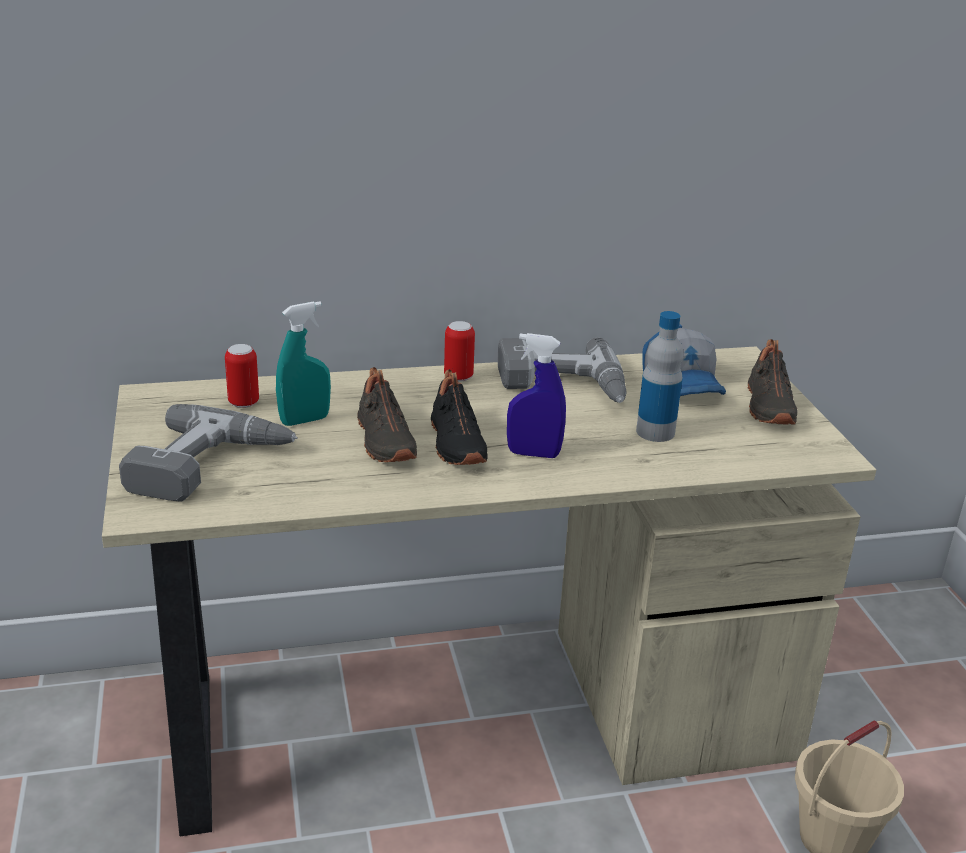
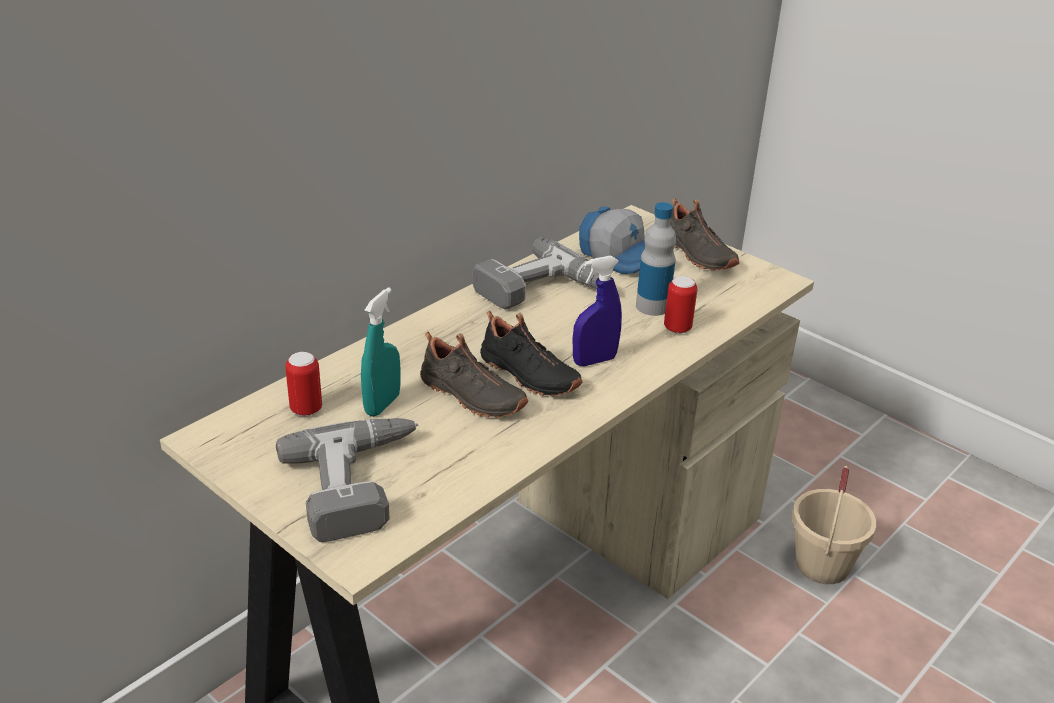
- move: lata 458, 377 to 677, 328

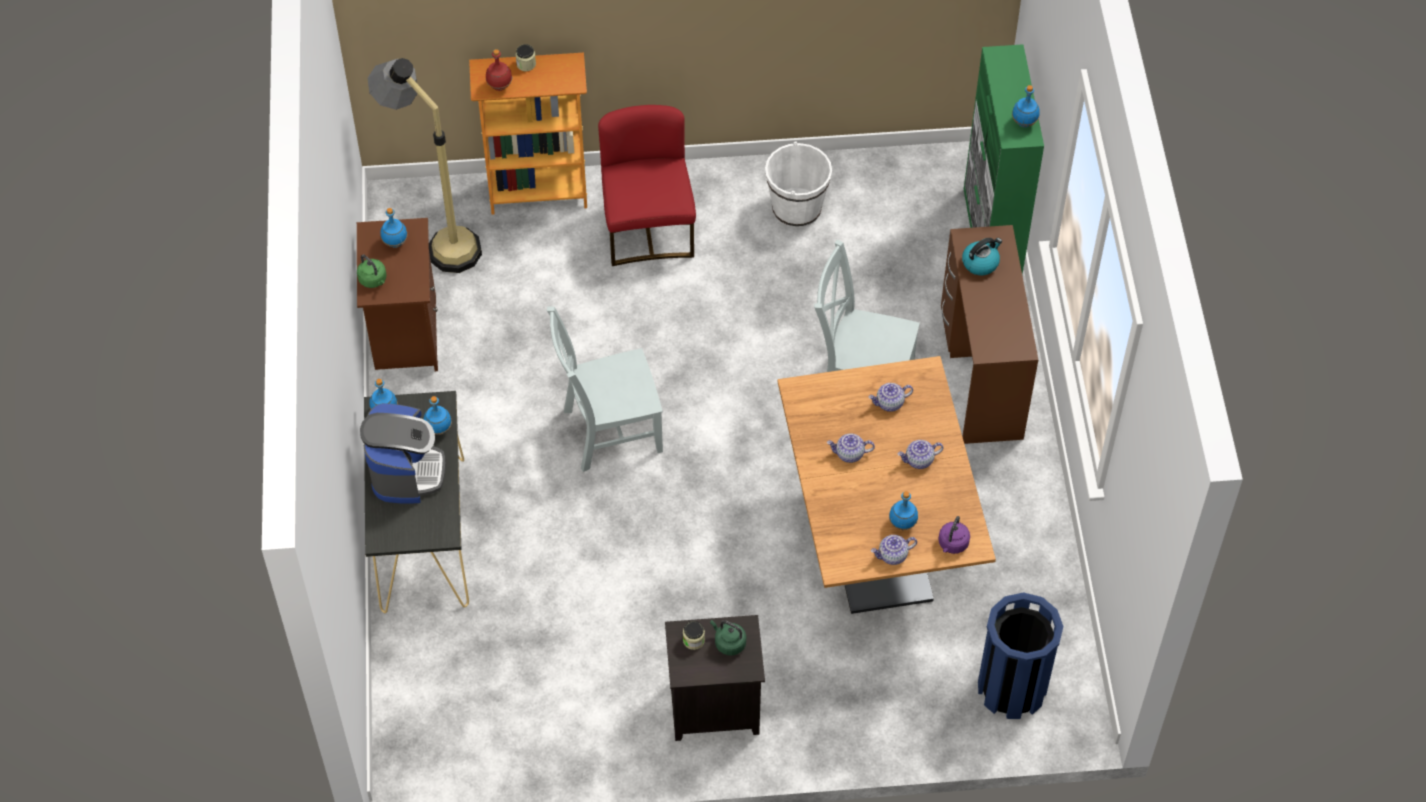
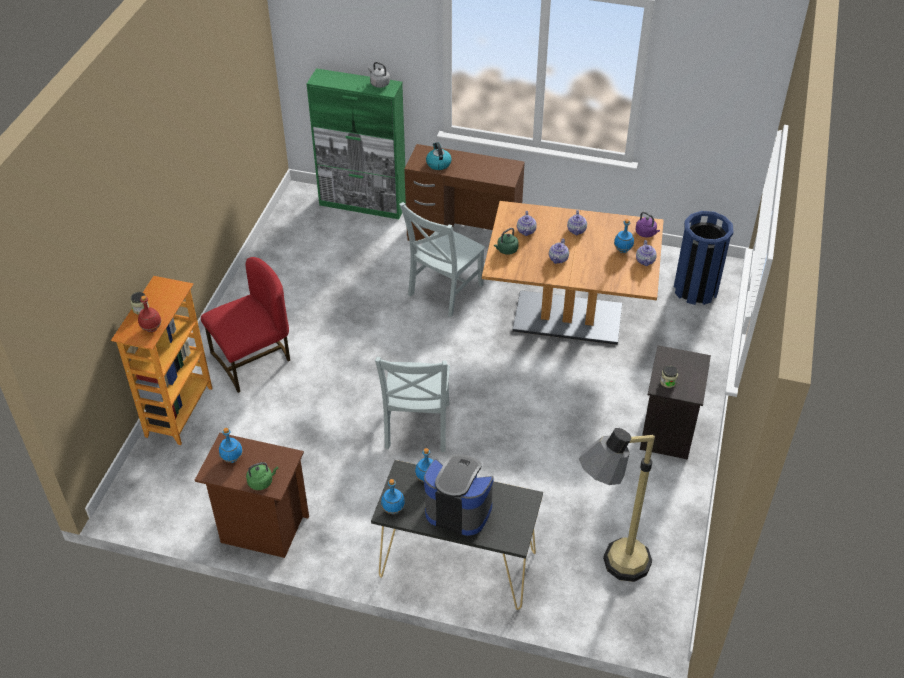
- rotate: silla [rojo] 648, 229 = 253, 360 135 degrees clockwise
- replace: botella [azul] 1024, 122 to hervidor [gris] 379, 83
- move: hervidor [verde] 728, 643 to 506, 250
- move: lámpara de pie 437, 238 to 608, 570
- delete: cubo [blanco] 796, 209

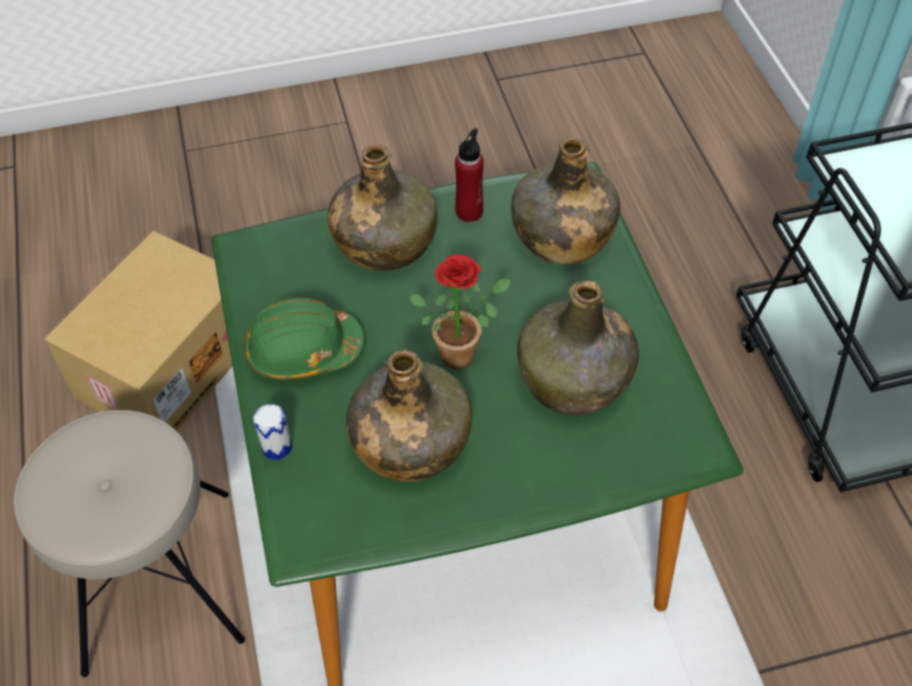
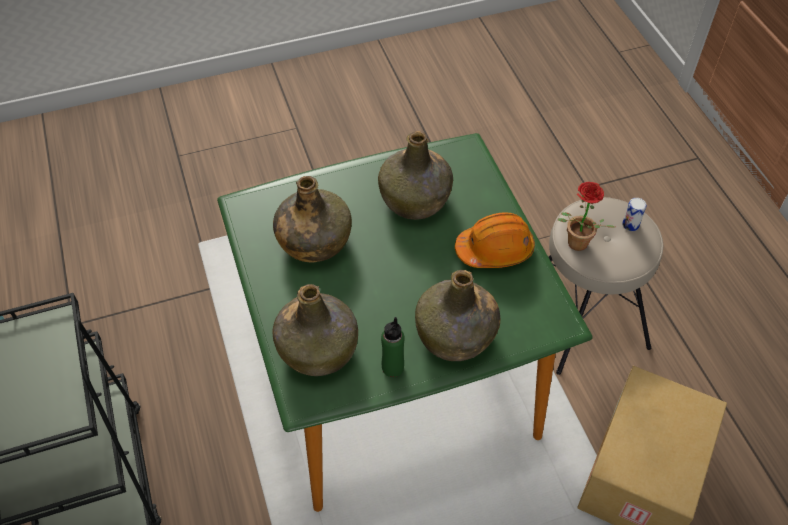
- recolor: botella [rojo] 469, 212 to botella [verde] 392, 367
- recolor: casco [verde] 303, 351 to casco [naranja] 495, 249
- move: planta en maceta 462, 351 to 575, 245
- move: lata 277, 447 to 630, 224

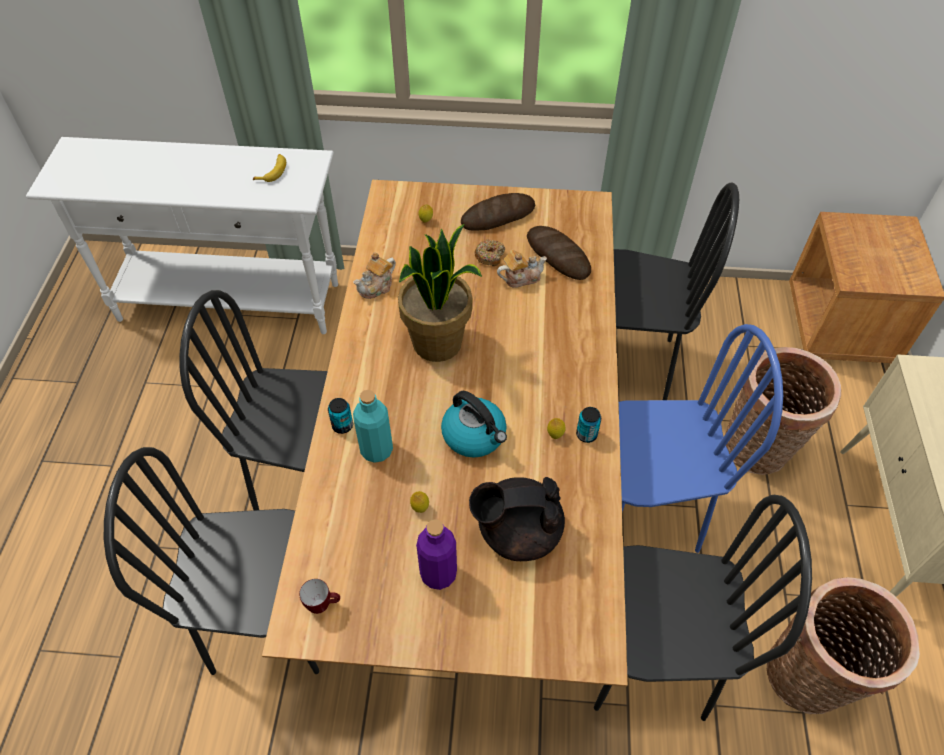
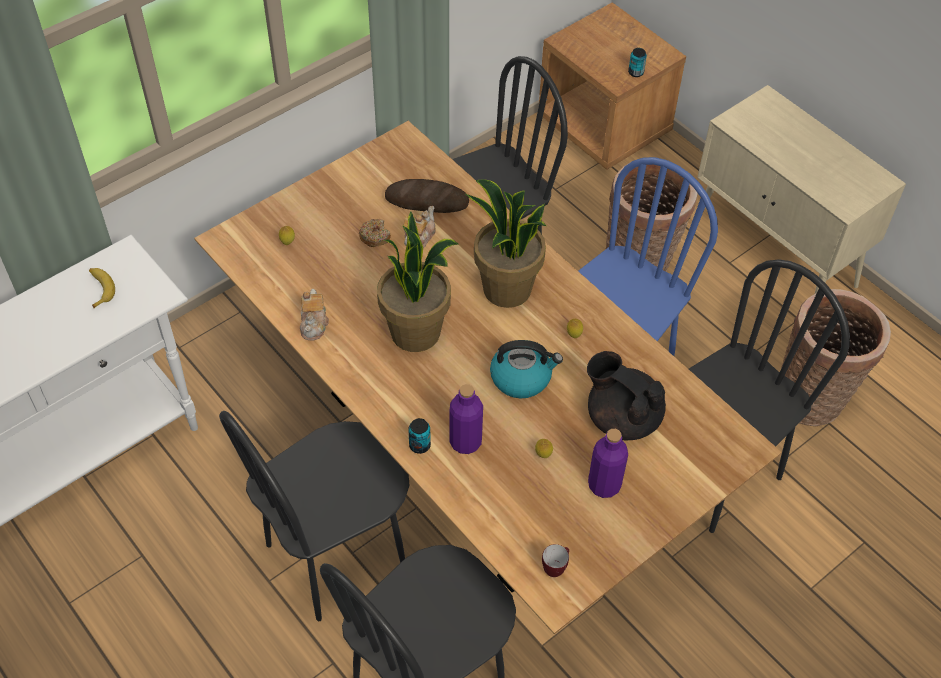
- recolor: botella [turquesa] 376, 450 to botella [morado] 465, 442
- insert: planta en maceta 506, 290
- rotate: tetera [negro] 517, 532 = 622, 417 90 degrees clockwise
- move: lata 586, 434 to 635, 72
- delete: pan 498, 216

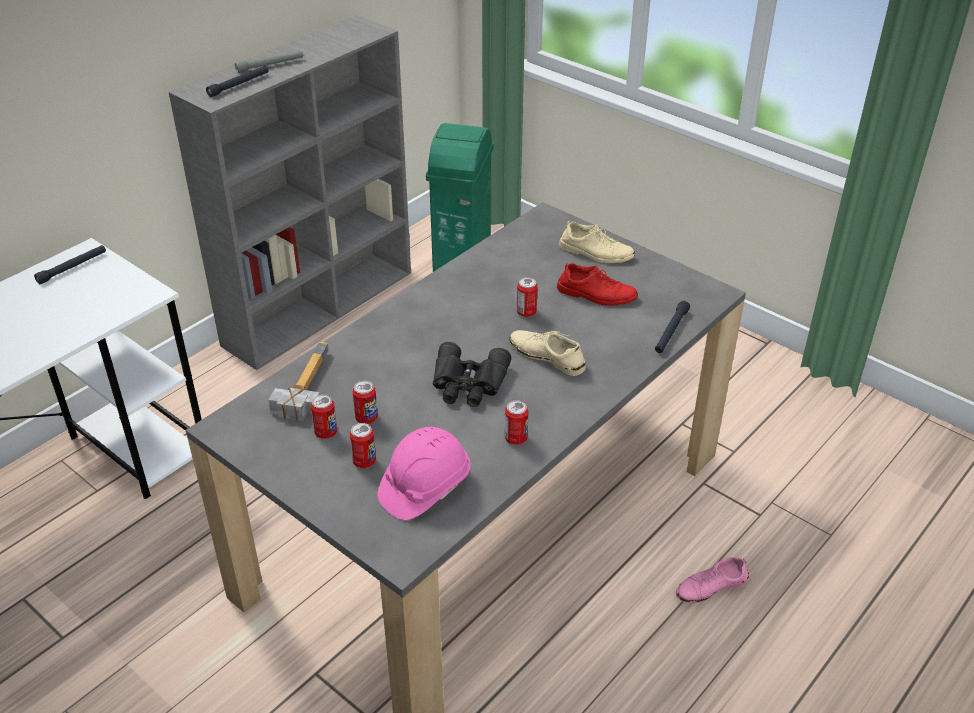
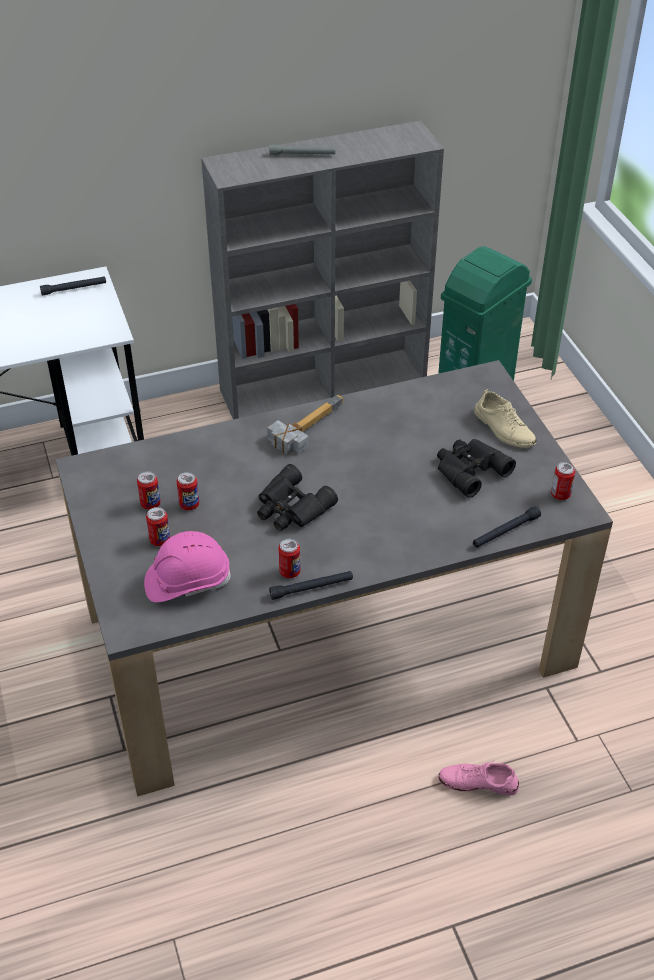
- move: martillo 301, 386 to 304, 426
- move: linterna [negro] 239, 85 to 311, 588
- replace: zapato [rojo] 596, 294 to prismáticos [negro] 468, 469
- move: lata 526, 312 to 560, 494
- delete: zapato [beis] 547, 356

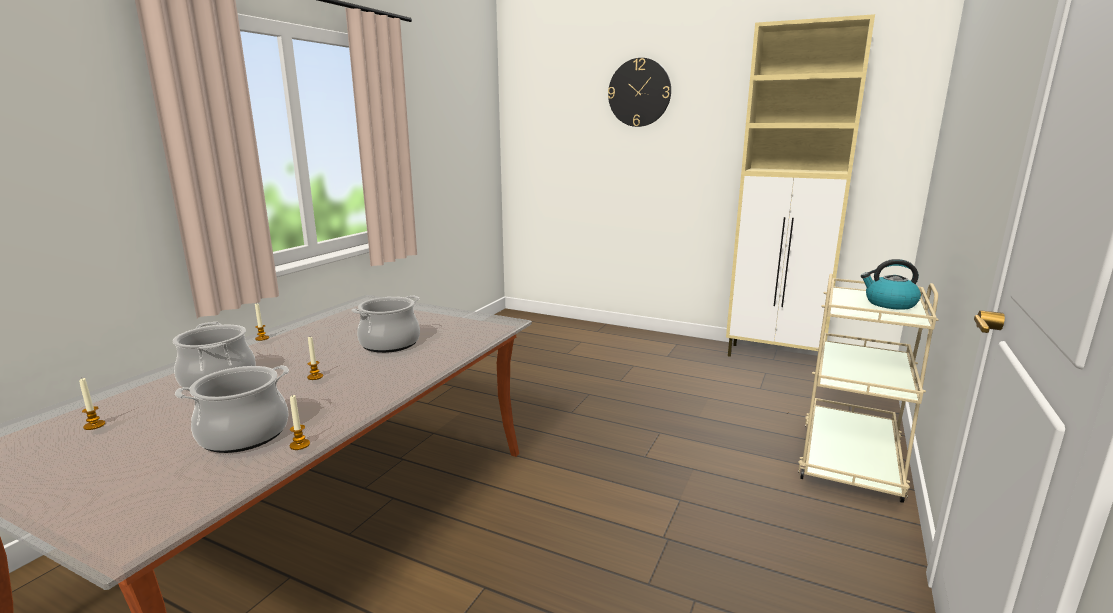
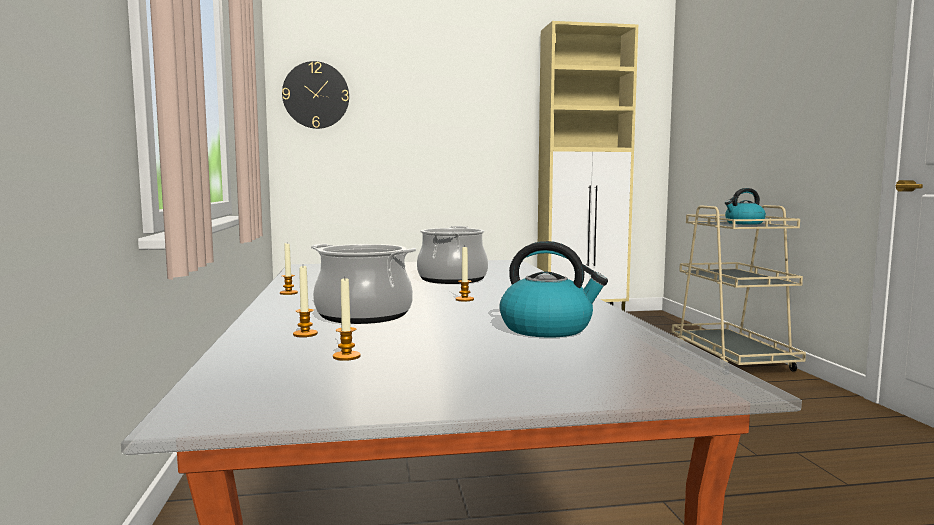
- move: reloj de pared 639, 92 to 316, 95
- move: vela 300, 445 to 305, 334
- replace: olla 244, 434 to hervidor 548, 328

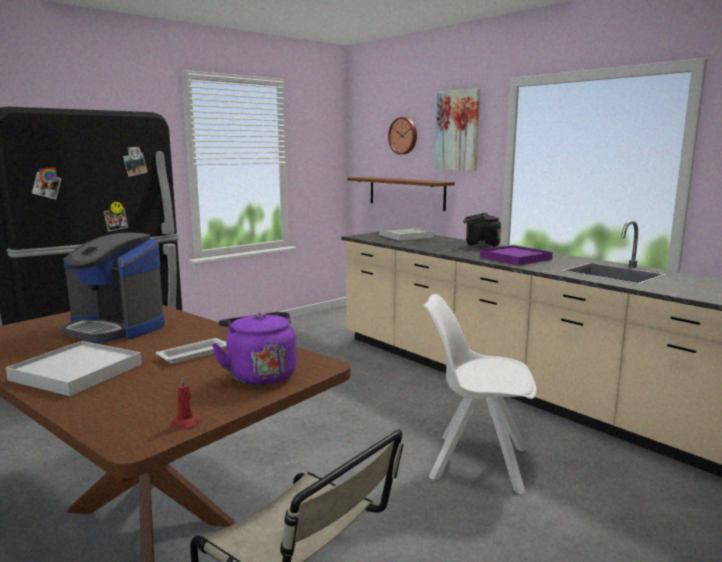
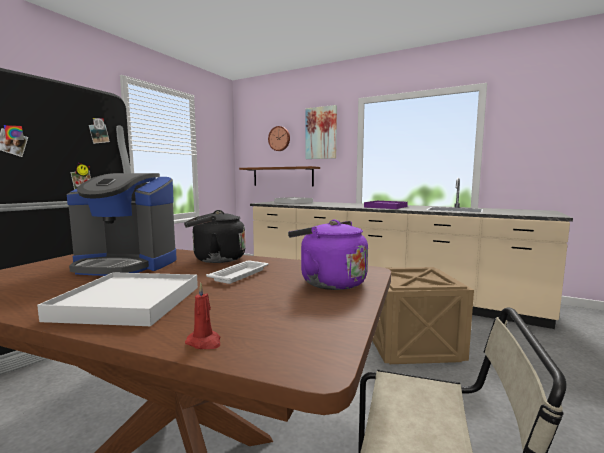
- move: hervidor [negro] 480, 246 to 216, 259
- move: vela [rojo] 186, 423 to 204, 342
- replace: silla [blanco] 476, 462 to caja de embalaje 410, 345

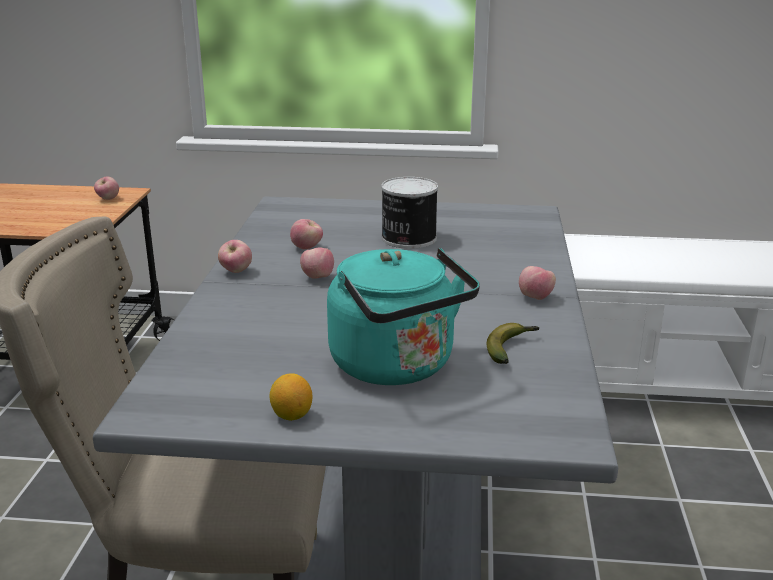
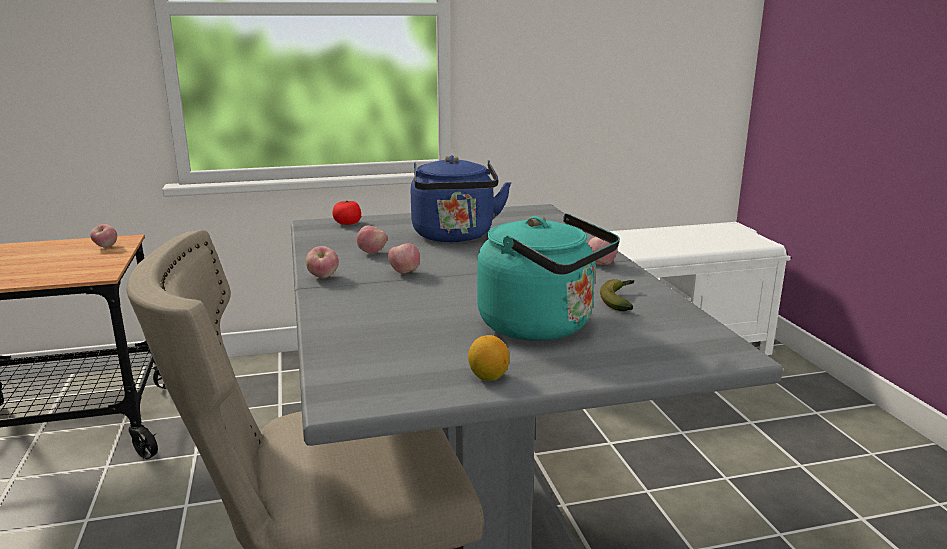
- insert: tomate 347, 223
- replace: lata 407, 238 to hervidor [azul] 454, 236

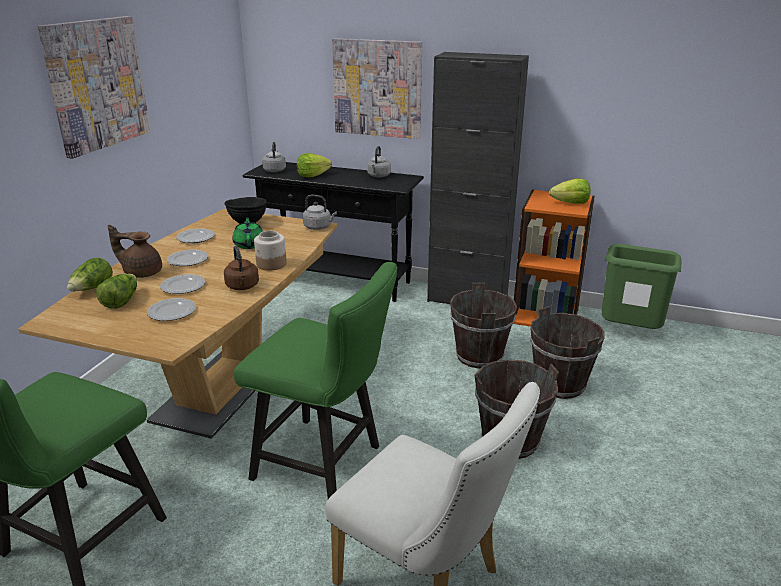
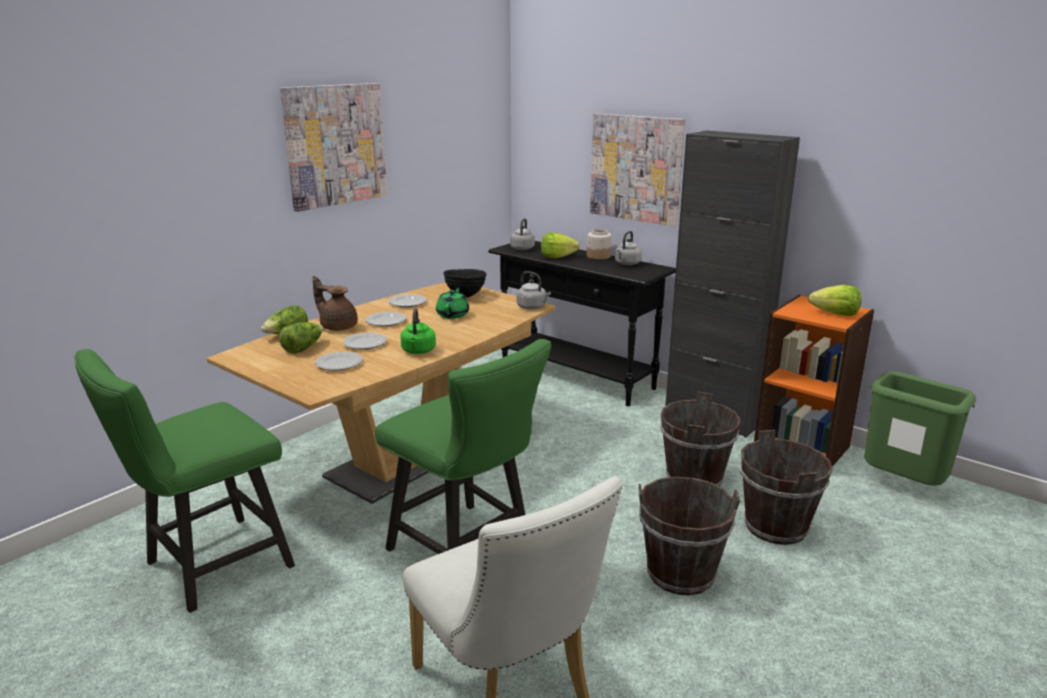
- recolor: hervidor [marrón] 242, 287 to hervidor [verde] 418, 351
- move: tarro 271, 264 to 598, 256

